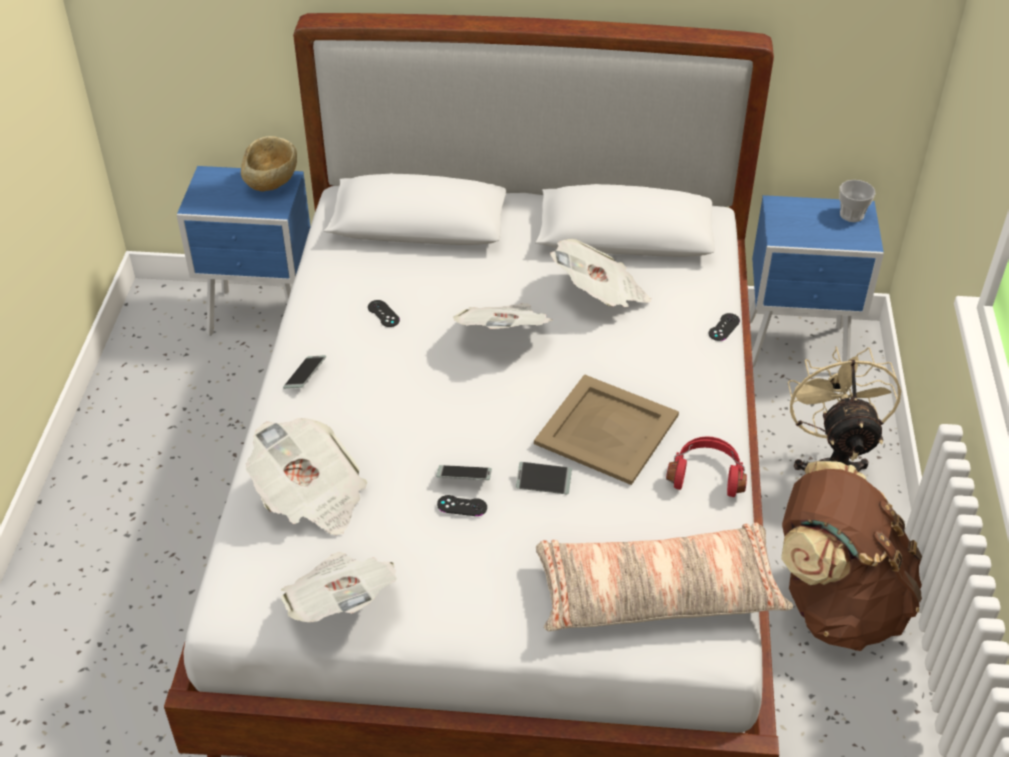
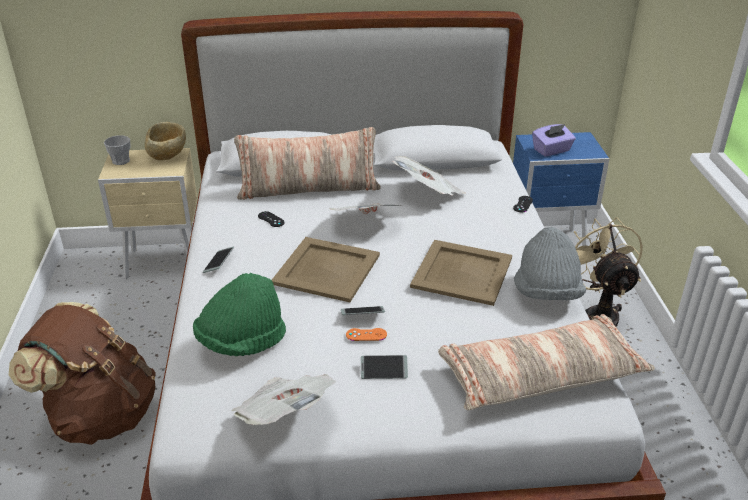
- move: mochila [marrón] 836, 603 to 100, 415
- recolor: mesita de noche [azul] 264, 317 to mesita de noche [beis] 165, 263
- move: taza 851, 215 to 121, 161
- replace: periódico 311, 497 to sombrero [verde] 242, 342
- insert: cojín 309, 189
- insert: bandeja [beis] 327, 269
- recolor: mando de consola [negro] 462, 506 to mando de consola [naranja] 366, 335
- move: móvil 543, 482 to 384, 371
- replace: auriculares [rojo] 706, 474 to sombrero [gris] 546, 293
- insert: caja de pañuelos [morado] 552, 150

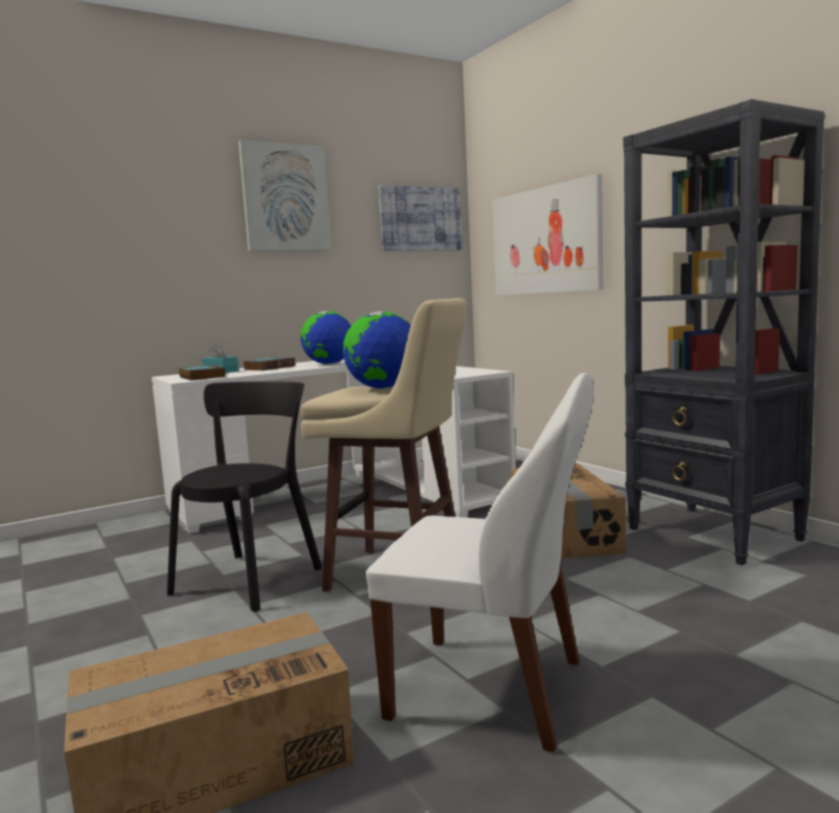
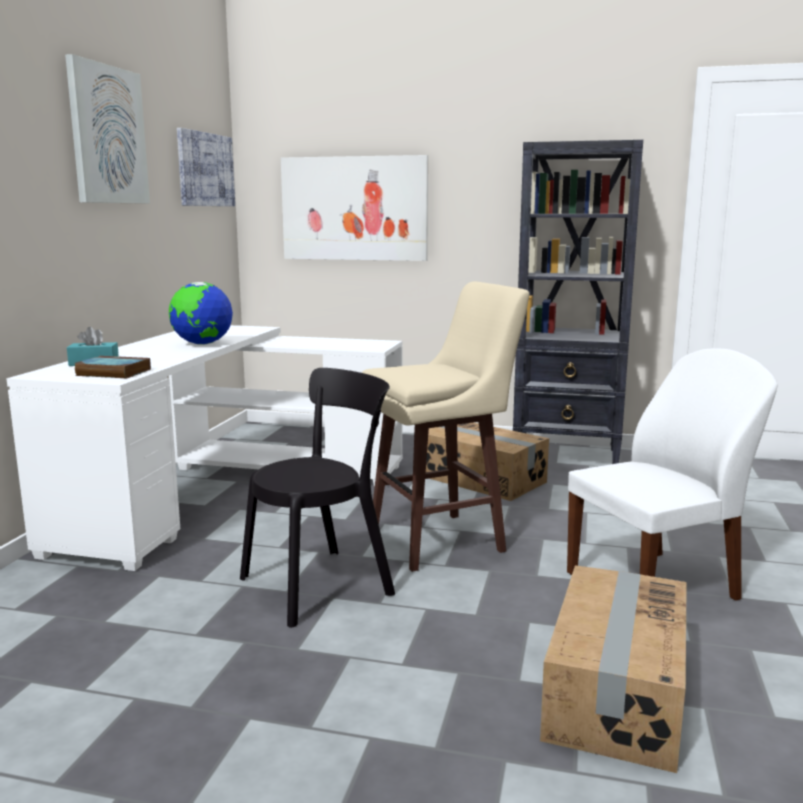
- rotate: silla [negro] 251, 578 = 323, 584 75 degrees clockwise
- delete: libro 270, 368
- delete: globo terráqueo 383, 389

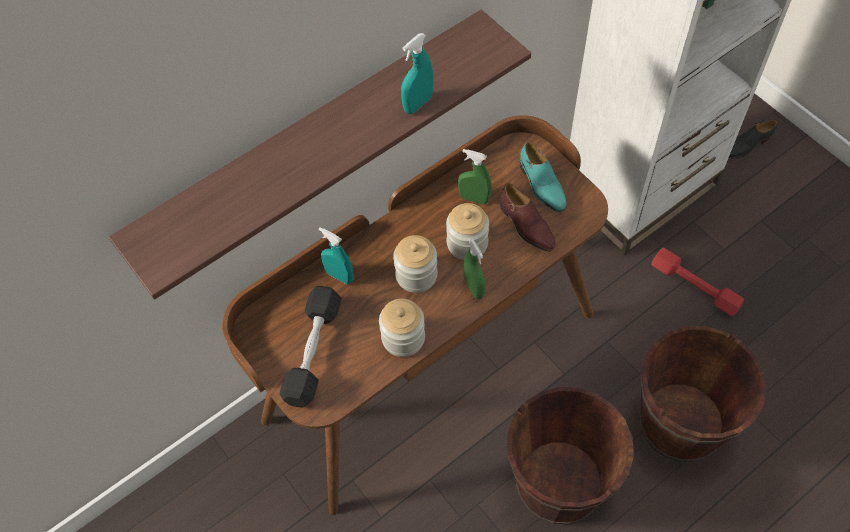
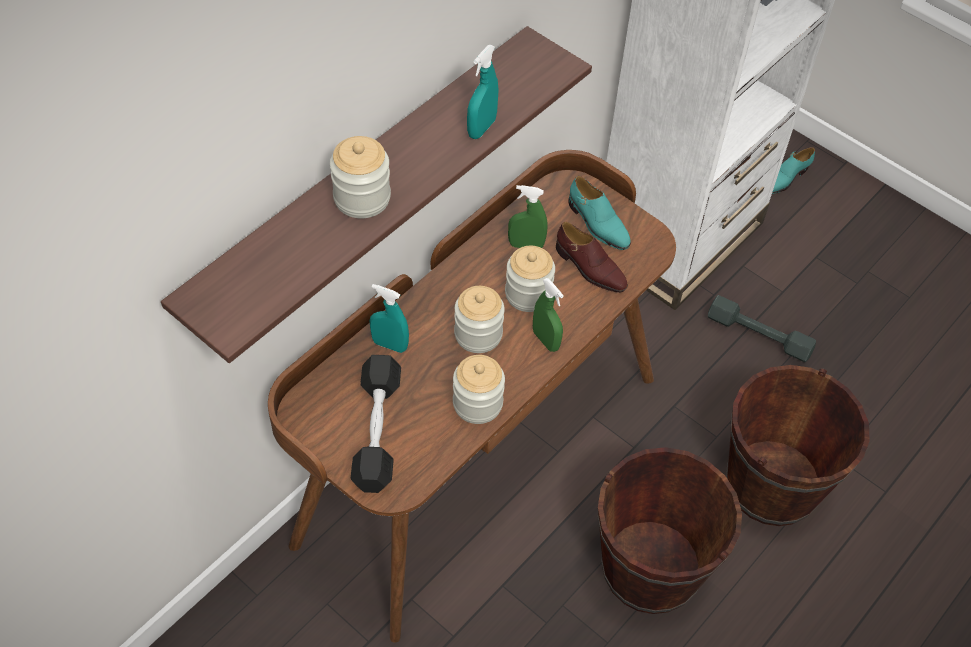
- insert: tarro 362, 198
- recolor: mancuerna [rojo] 695, 286 to mancuerna [gris] 759, 335
- recolor: zapato [negro] 747, 145 to zapato [turquesa] 785, 178

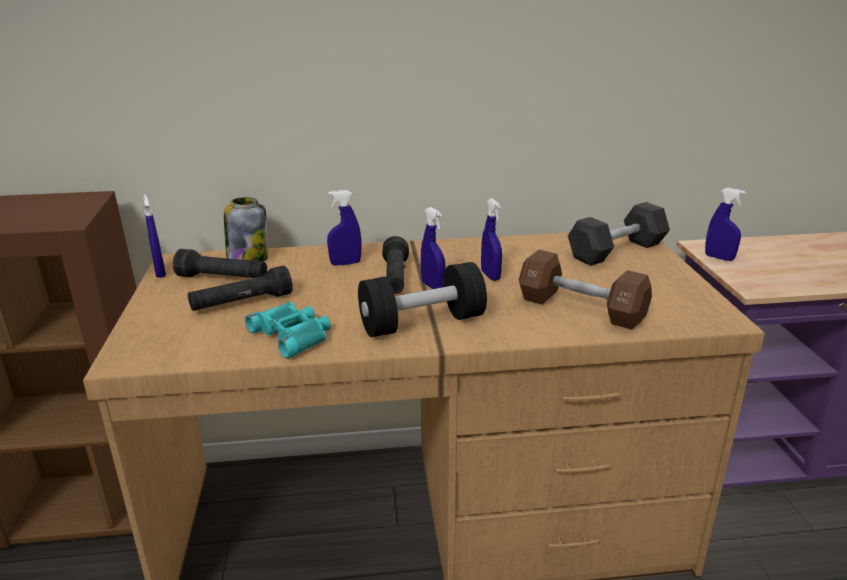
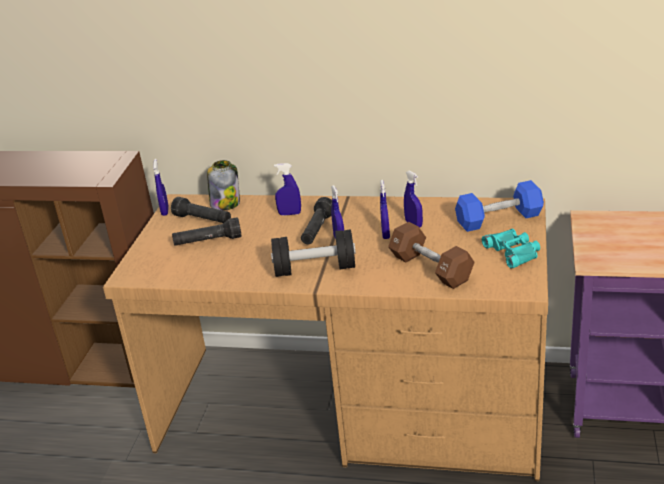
- move: pulverizador [azul] 719, 258 to 413, 224
- recolor: mancuerna [negro] 616, 251 to mancuerna [azul] 499, 219
- move: prismáticos [turquesa] 292, 335 to 513, 252

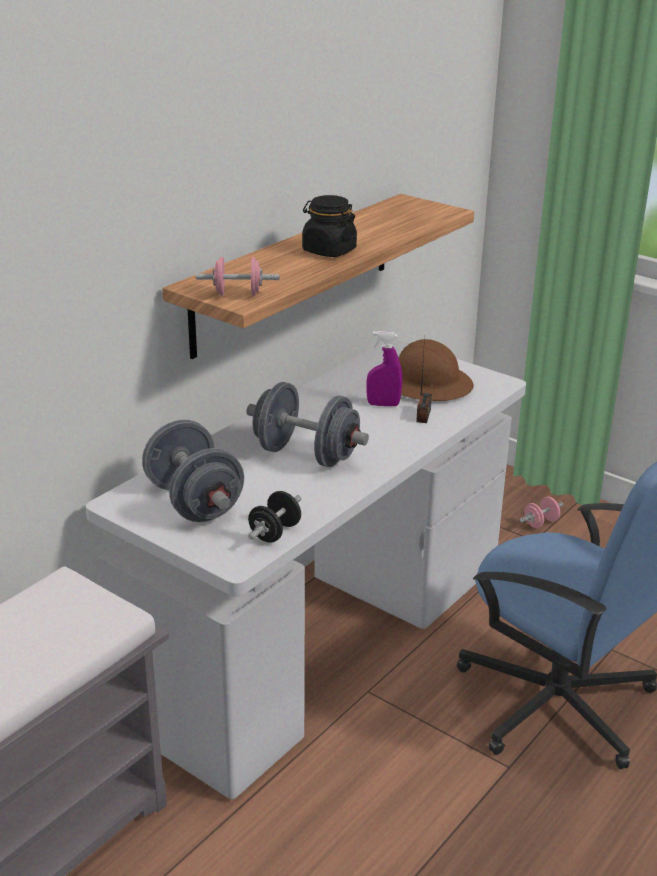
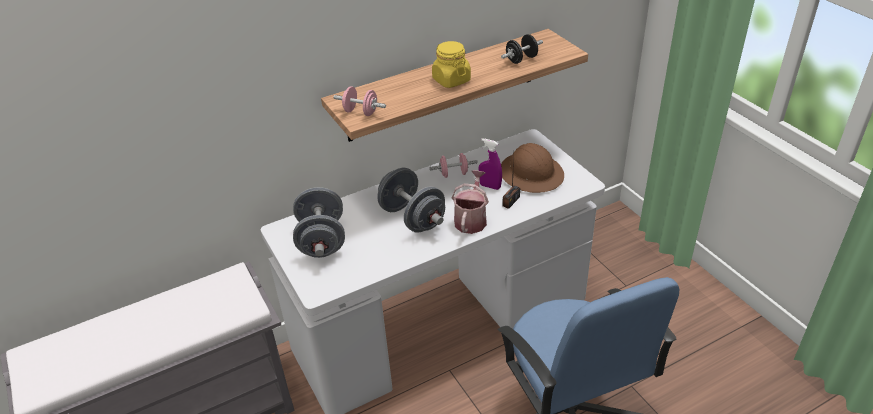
- move: mancuerna [rosa] 540, 523 to 454, 174
- recolor: tarro [negro] 328, 251 to tarro [amarillo] 451, 80
- insert: regadera 471, 219
- move: mancuerna [negro] 275, 533 to 521, 59

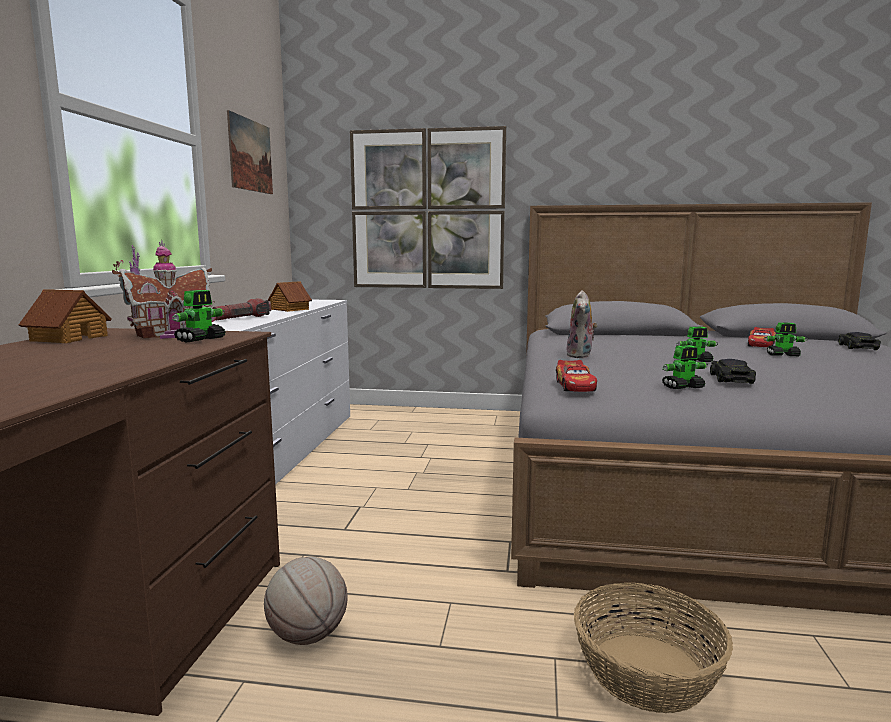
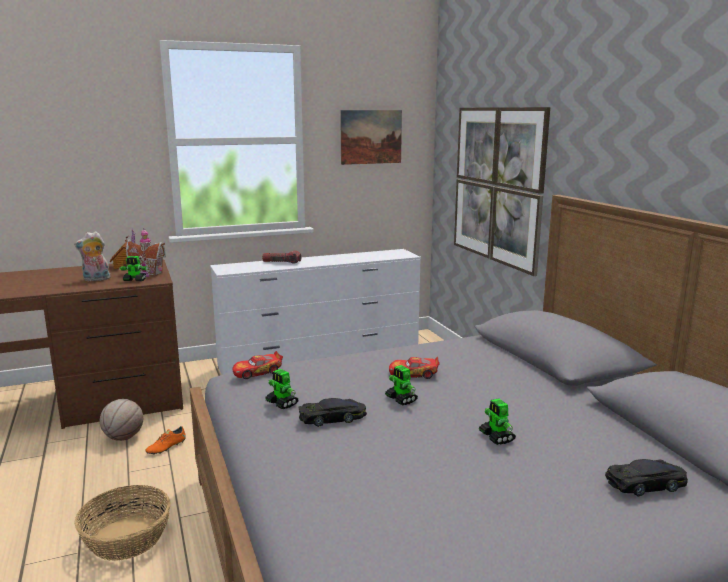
- move: peluche 581, 355 to 96, 279
- insert: zapato [naranja] 166, 447
- move: coche de juguete 761, 345 to 413, 374
- delete: casita 289, 309

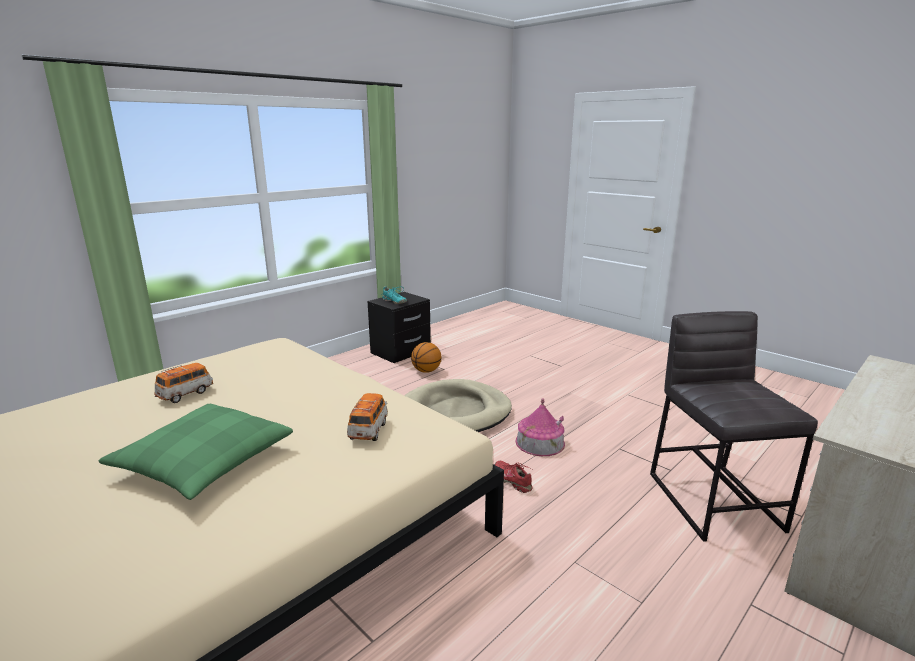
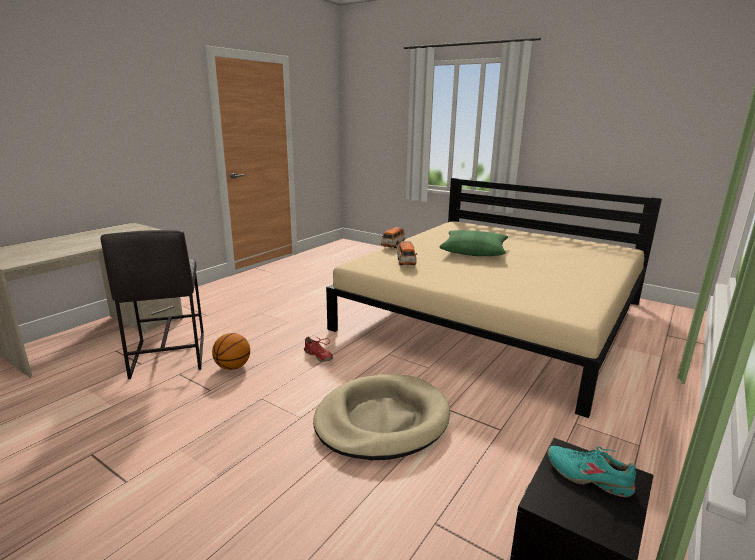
- move: balón de baloncesto 426, 371 to 232, 367
- move: coche de juguete 185, 394 to 393, 245
- delete: casita 540, 442

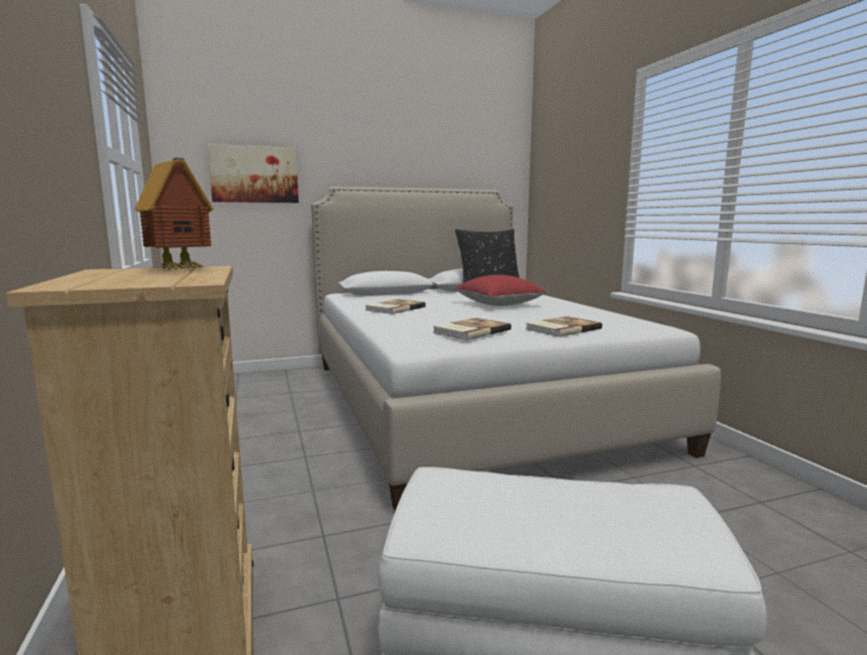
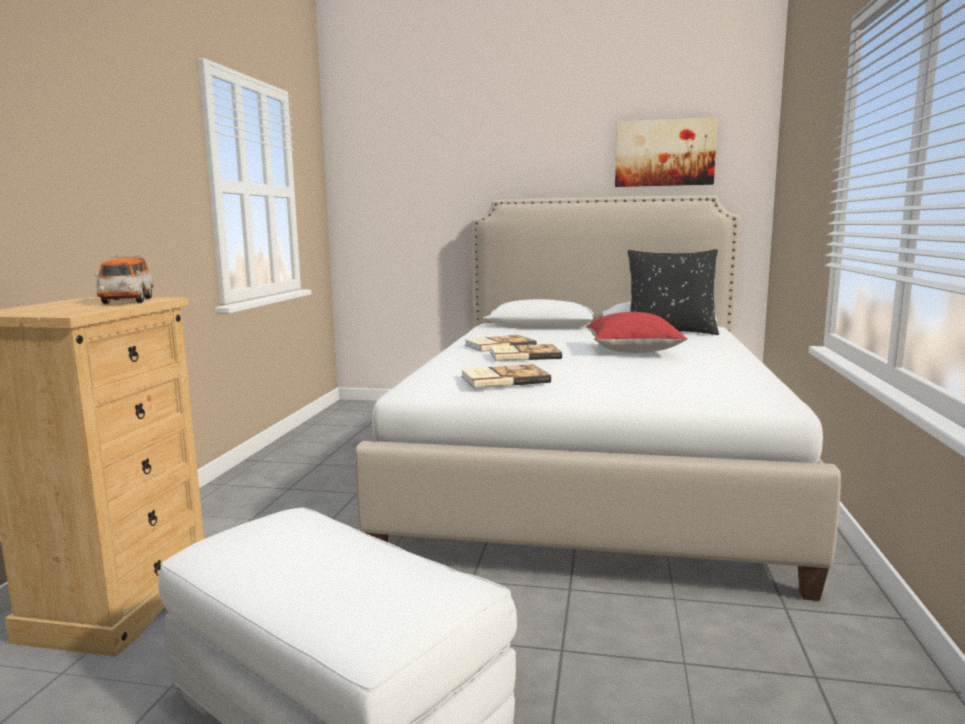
- replace: casita 182, 270 to coche de juguete 127, 301
- move: libro 561, 328 to 524, 355
- move: cuadro 254, 174 to 664, 153

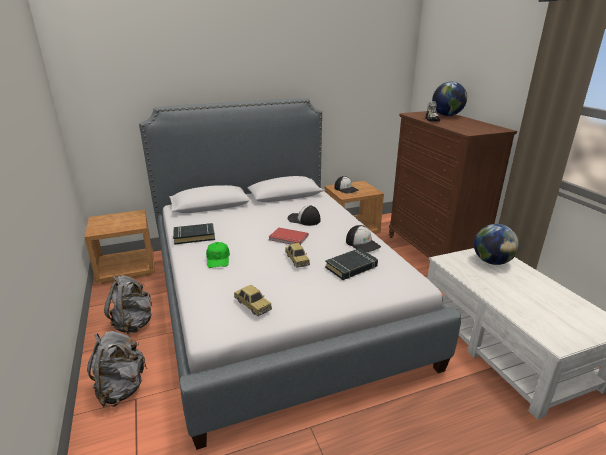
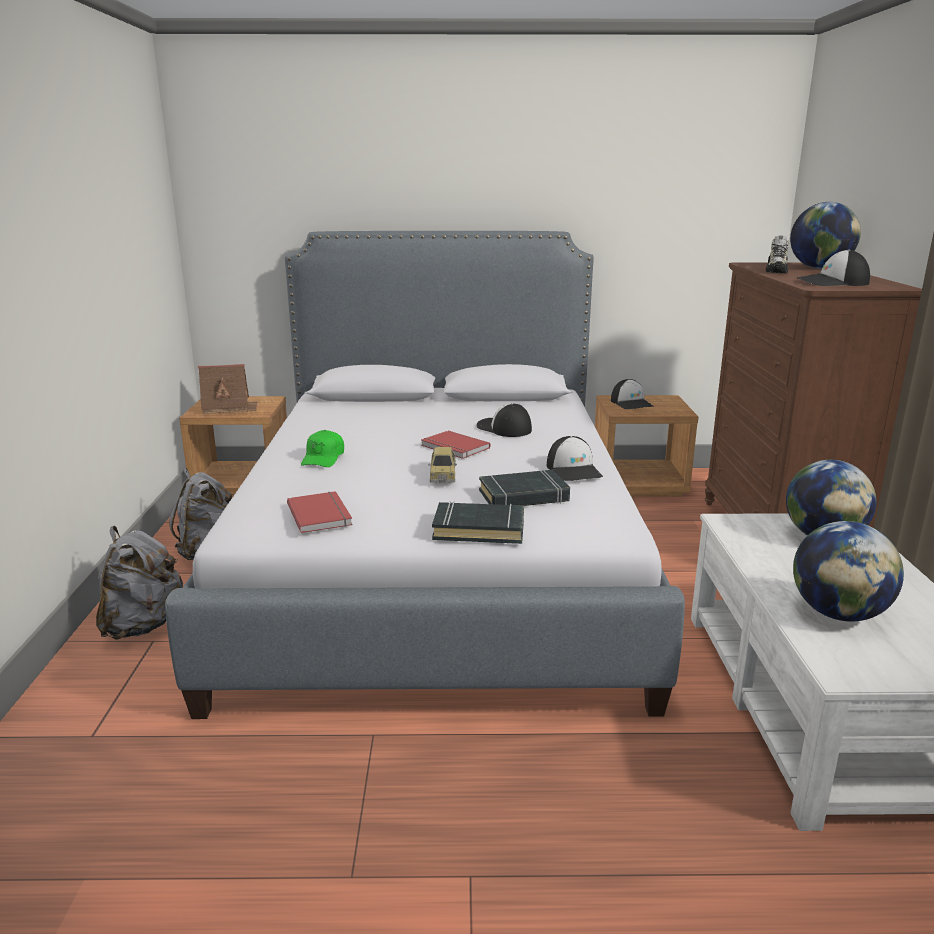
- insert: casita 229, 408
- replace: coche de juguete 252, 305 to libro [rojo] 321, 514
- move: libro [negro] 194, 236 to 479, 529
- insert: globo terráqueo 838, 613
- insert: gorra 832, 283

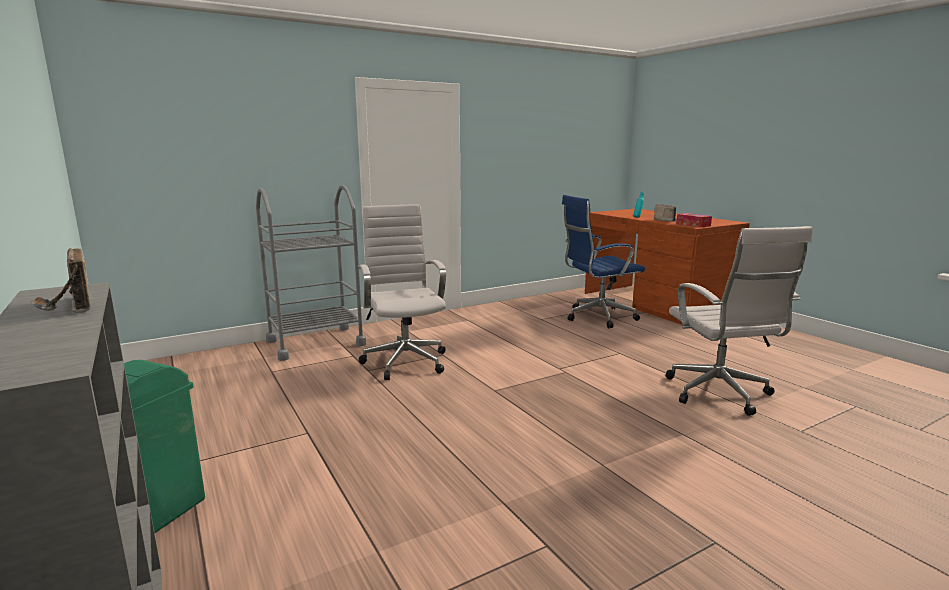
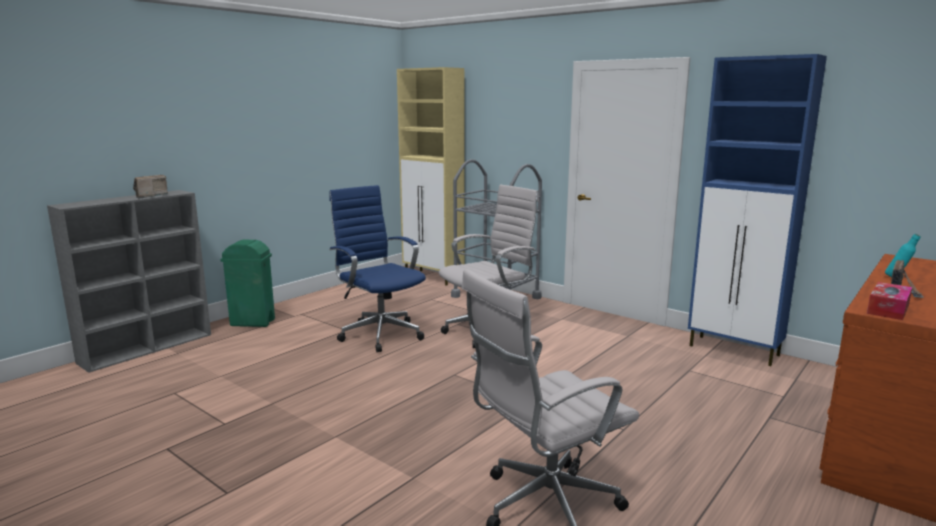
- move: silla de oficina [azul] 597, 317 to 379, 334
- insert: armario [beis] 433, 278
- insert: armario [azul] 735, 351

